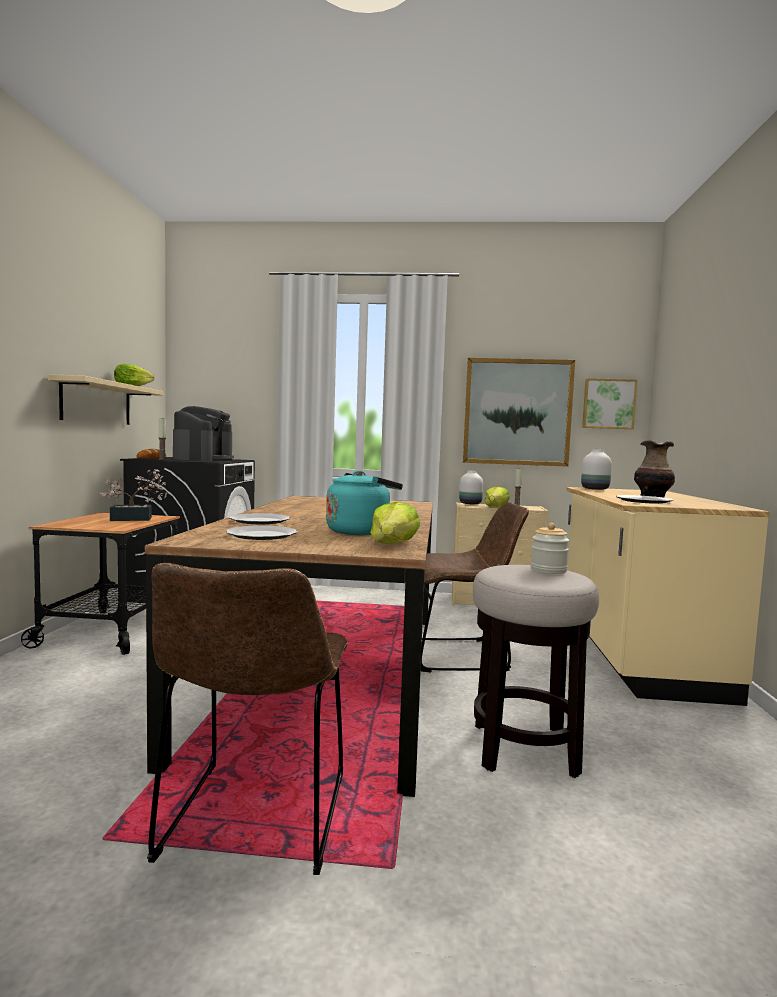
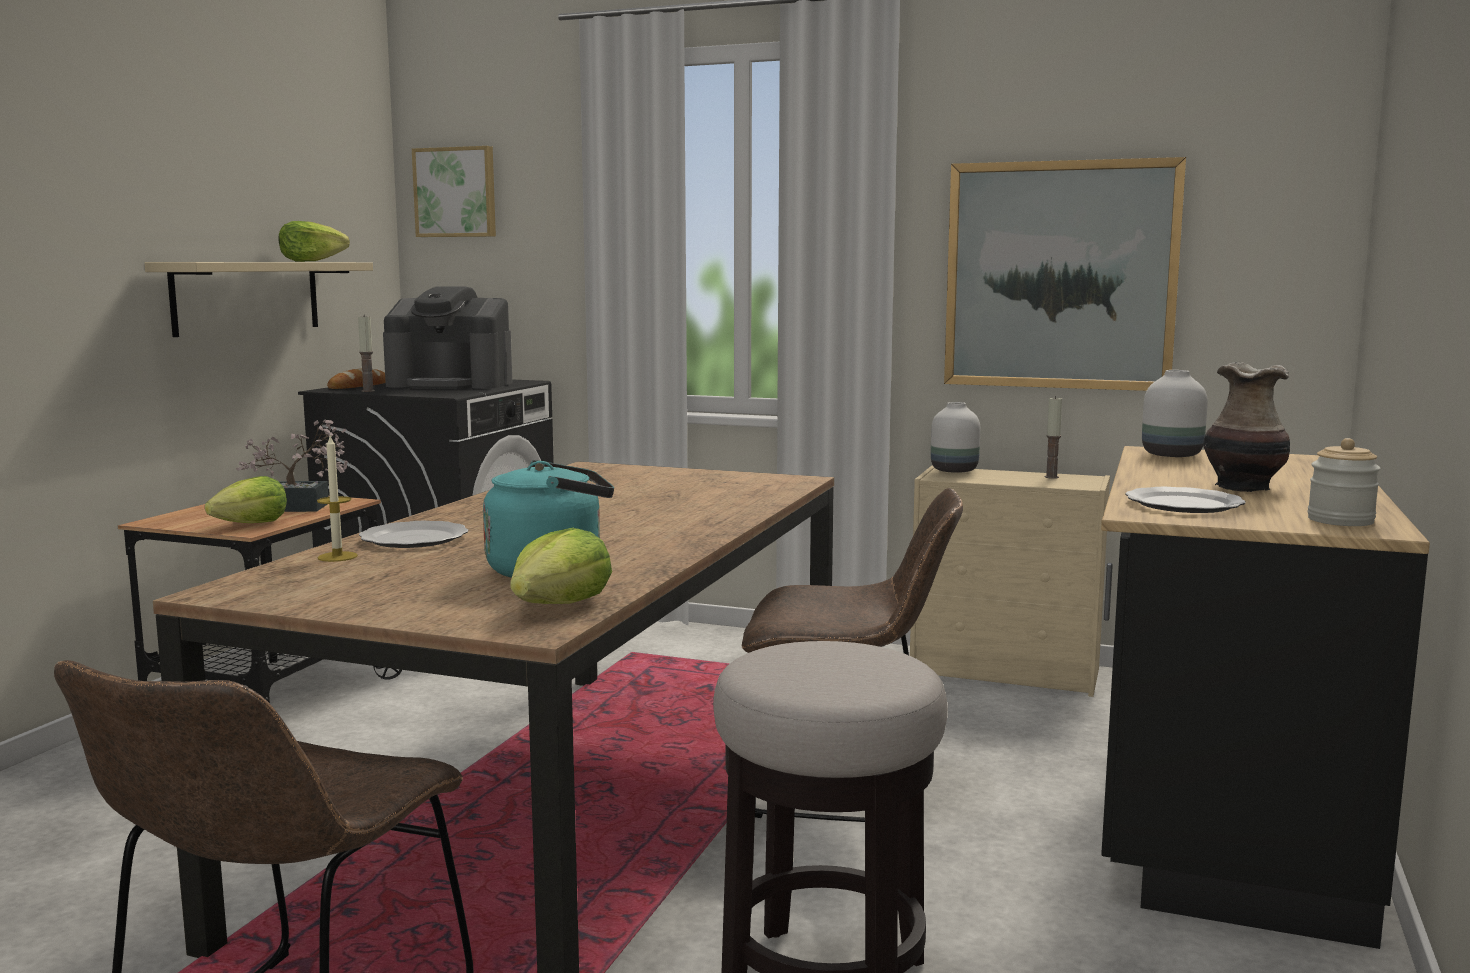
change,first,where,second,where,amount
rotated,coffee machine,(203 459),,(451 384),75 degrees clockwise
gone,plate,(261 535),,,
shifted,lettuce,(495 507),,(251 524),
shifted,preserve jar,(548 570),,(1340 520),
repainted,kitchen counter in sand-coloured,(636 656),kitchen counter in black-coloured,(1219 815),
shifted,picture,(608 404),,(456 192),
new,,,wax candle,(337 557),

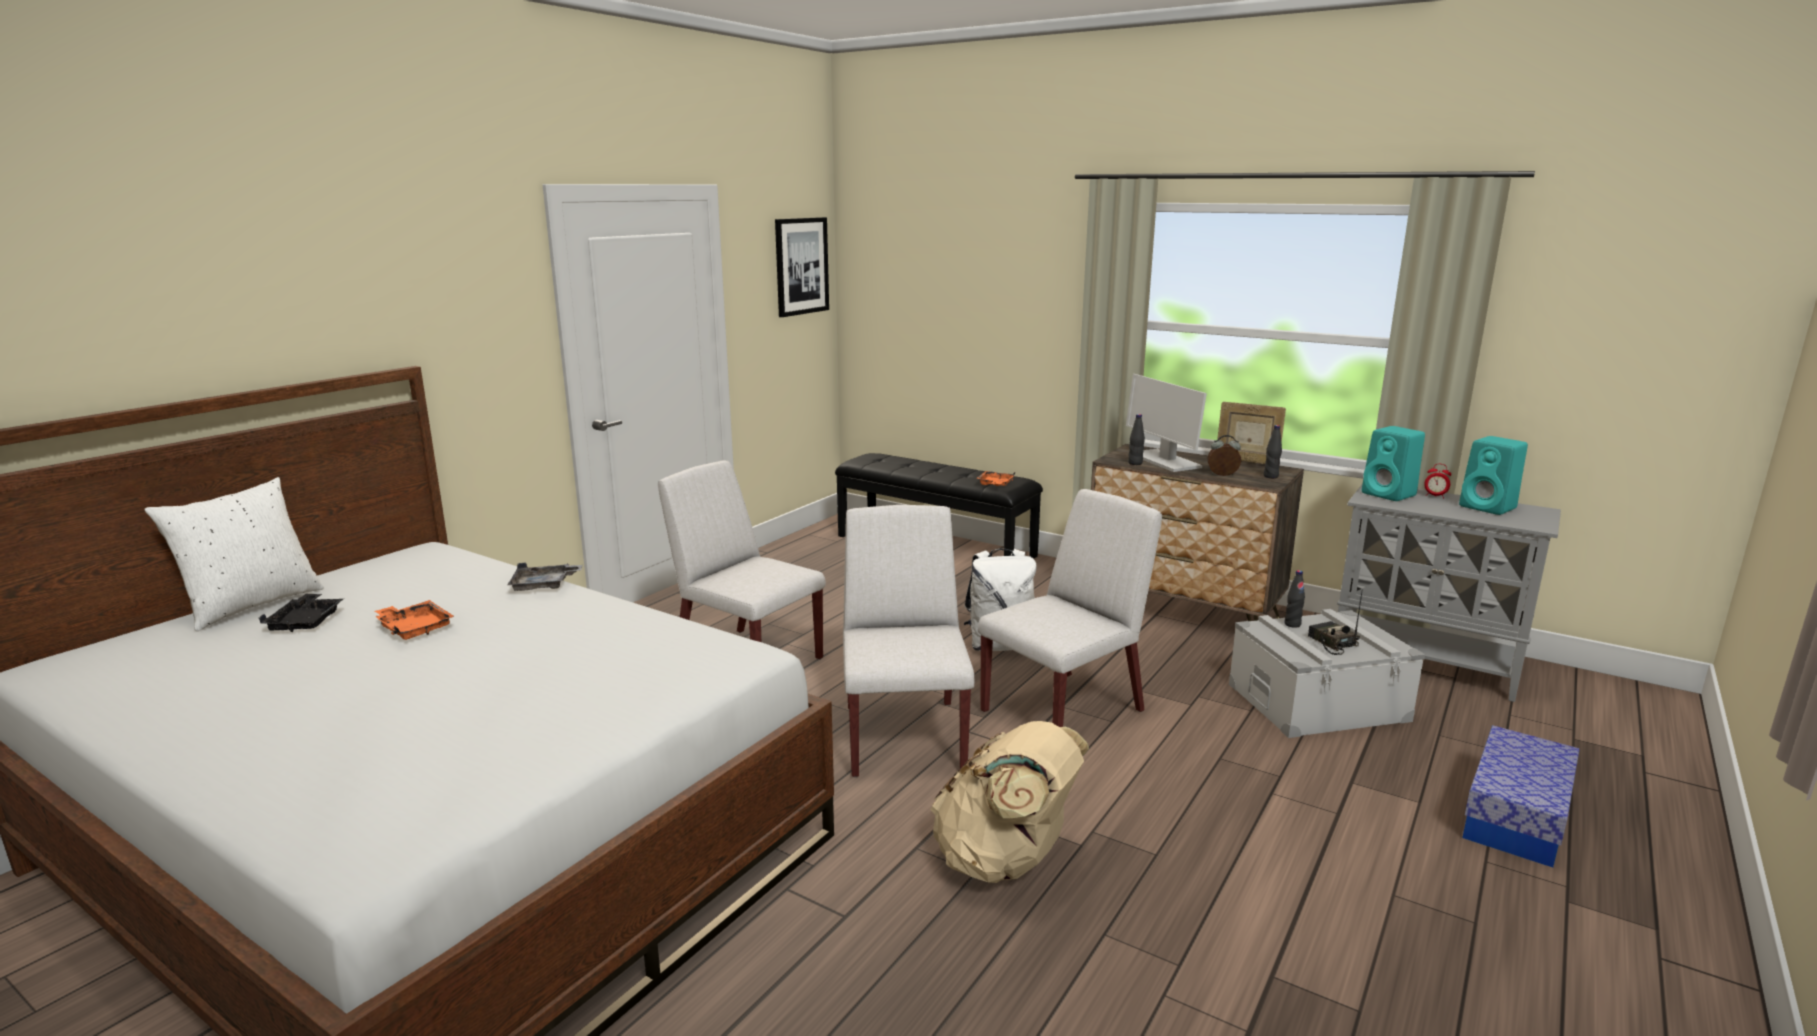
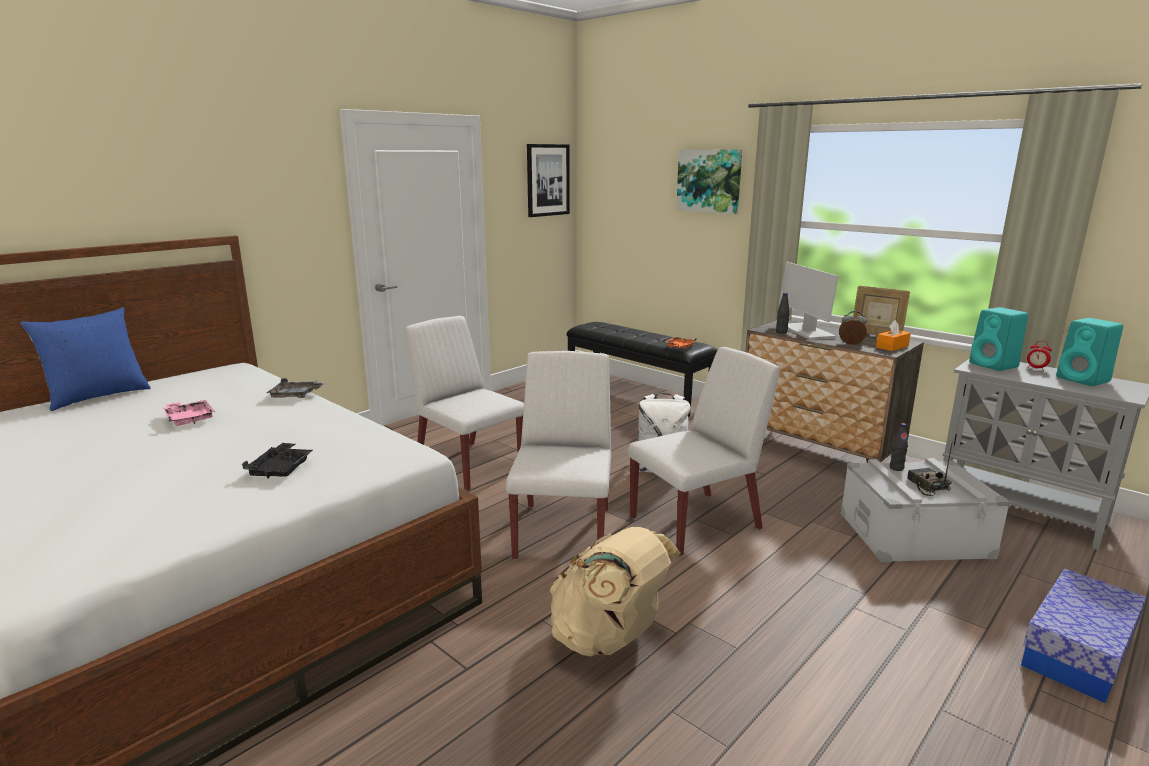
change,first,where,second,where,amount
repainted,cushion in whitish,(251 605),cushion in blue,(97 396),
shifted,carrying tray in black-coloured,(307 622),,(281 469),
repainted,carrying tray in orangey,(415 628),carrying tray in pink-coloured,(189 419),
swapped,bottle in black-coloured,(1271 476),tissue box in orangey,(892 346),
new,,,picture,(709 181),

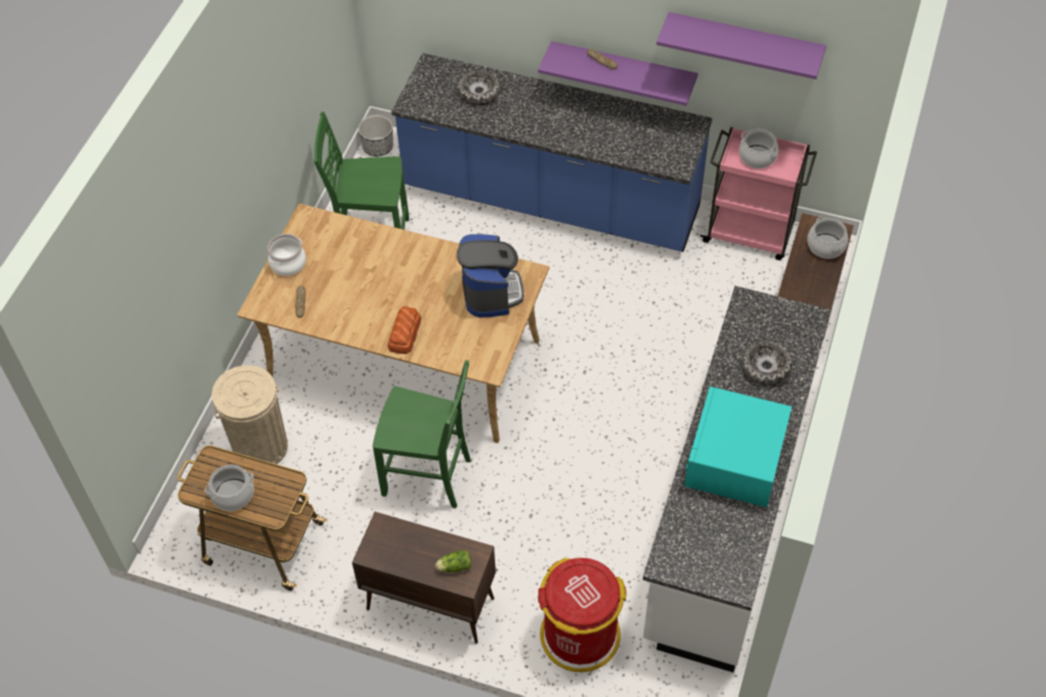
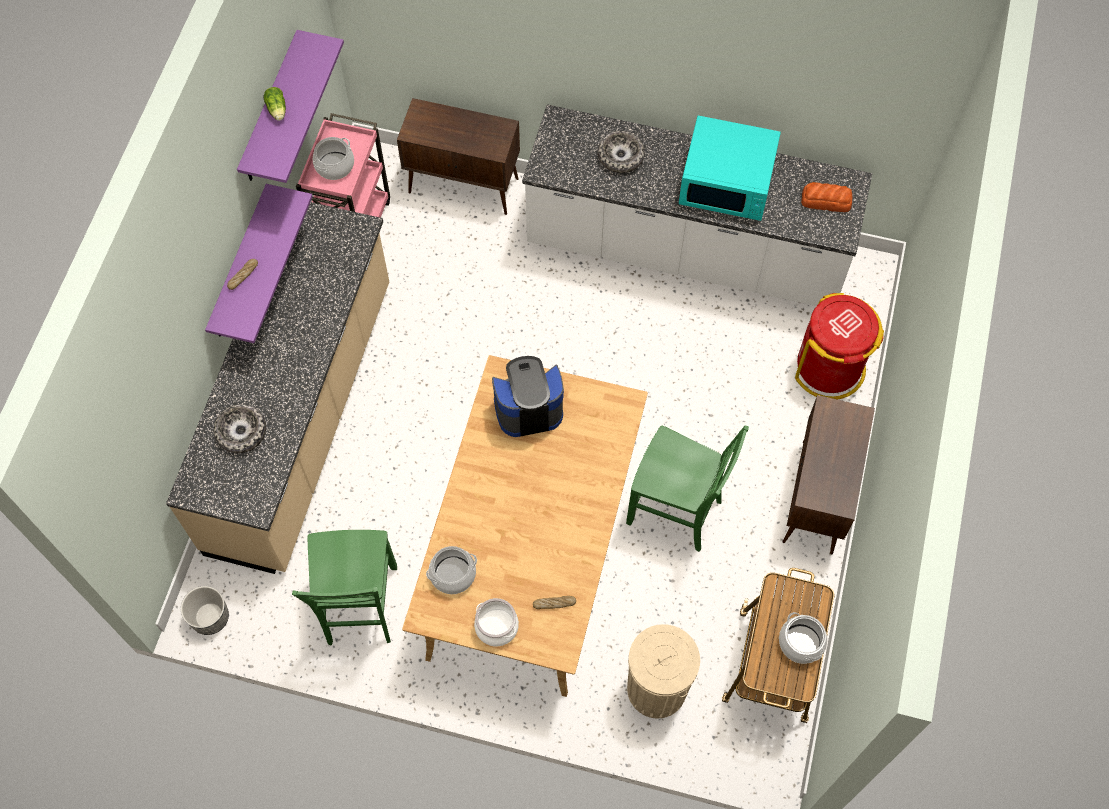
change,first,where,second,where,amount
rotated,chair in greenish,(429 476),,(676 512),105 degrees clockwise
shifted,baked bread,(404 334),,(826 201),
repainted,kitchen counter in blue,(551 200),kitchen counter in sand-coloured,(303 417),
shifted,lettuce,(453 567),,(277 110),
shifted,saucepot,(825 246),,(453 575),

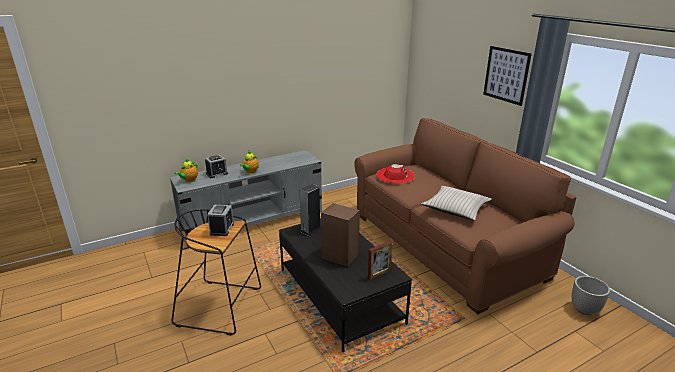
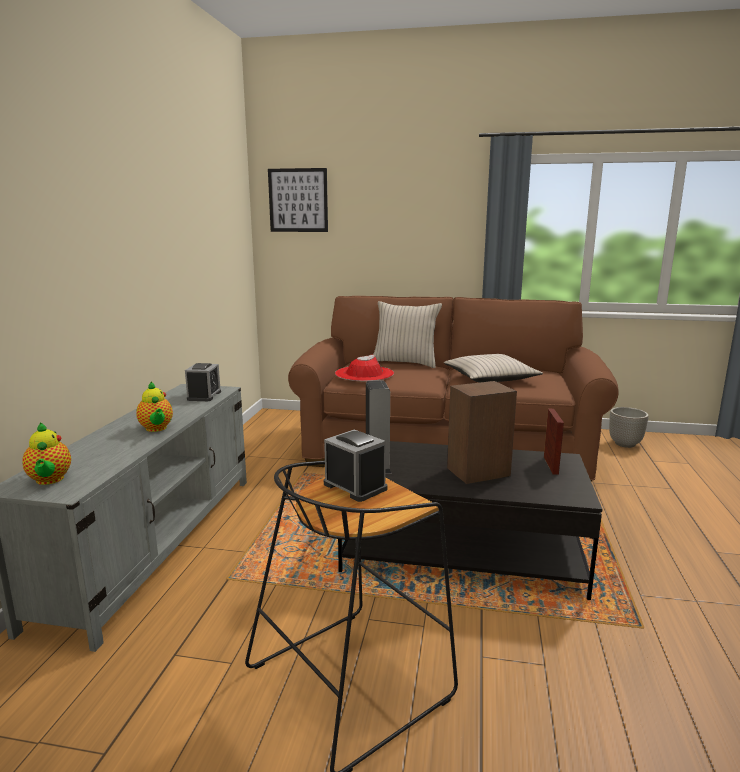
change,first,where,second,where,amount
shifted,bedside clock,(217 174),,(204 396),
shifted,picture,(506 75),,(298 200),
new,,,cushion in sand-coloured,(405 363),

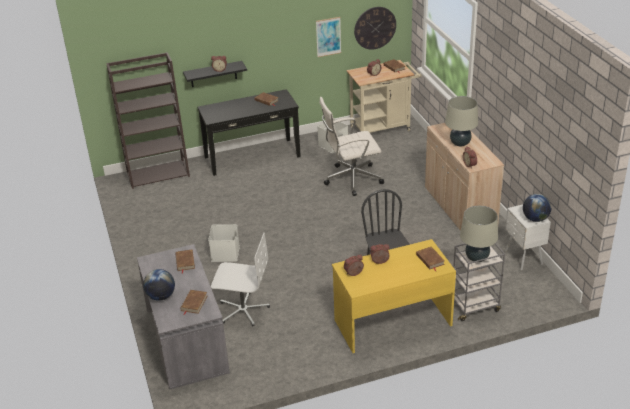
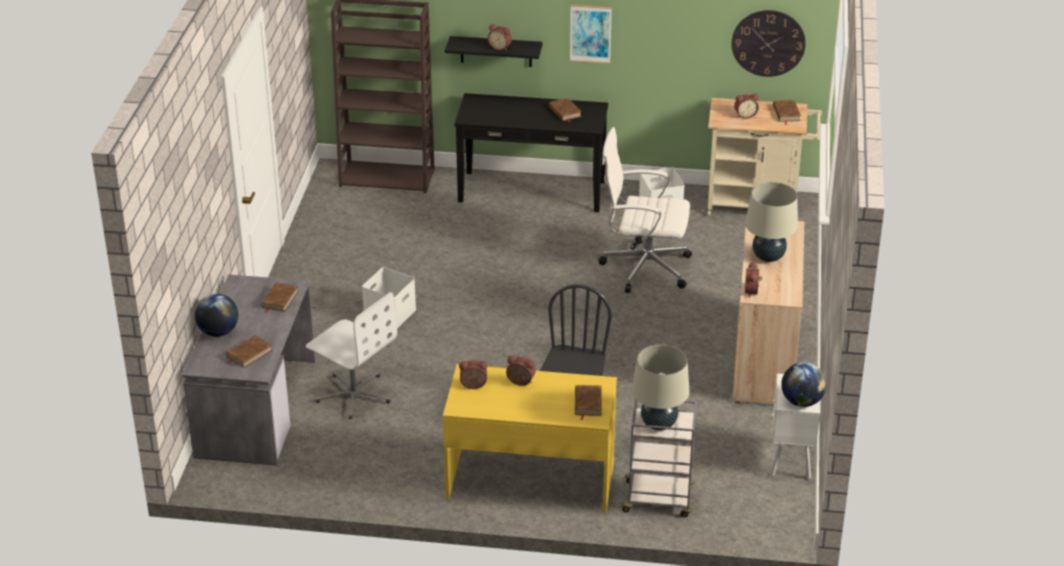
change,first,where,second,where,amount
shifted,picture,(328 37),,(590 34),

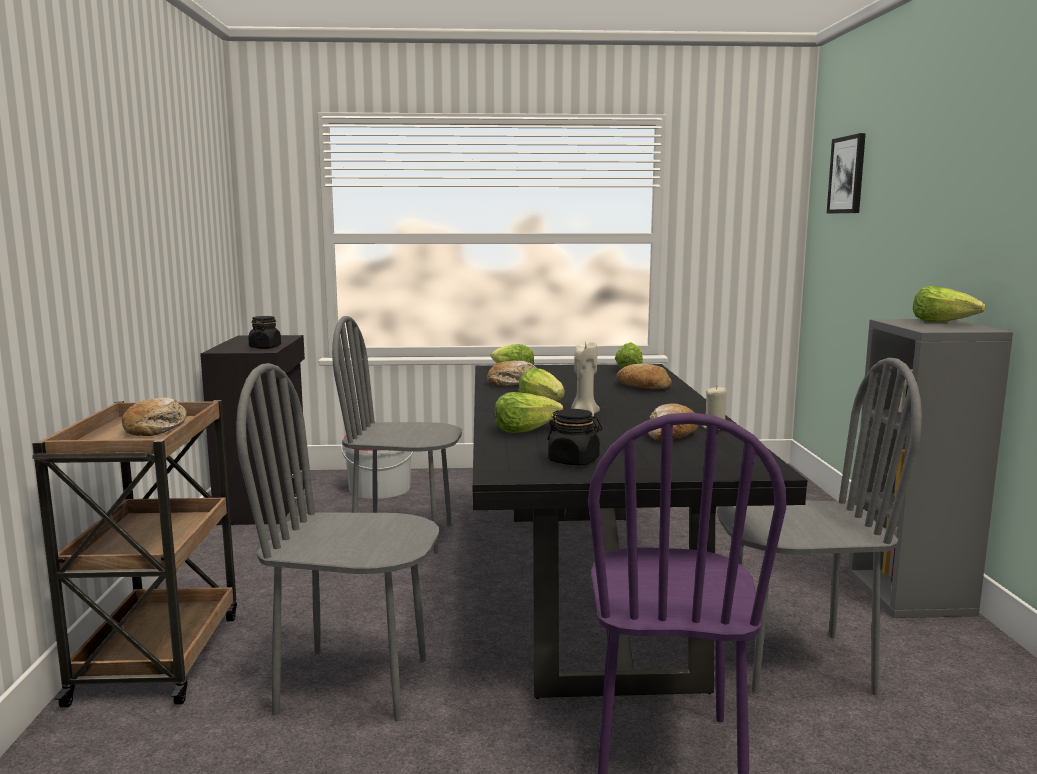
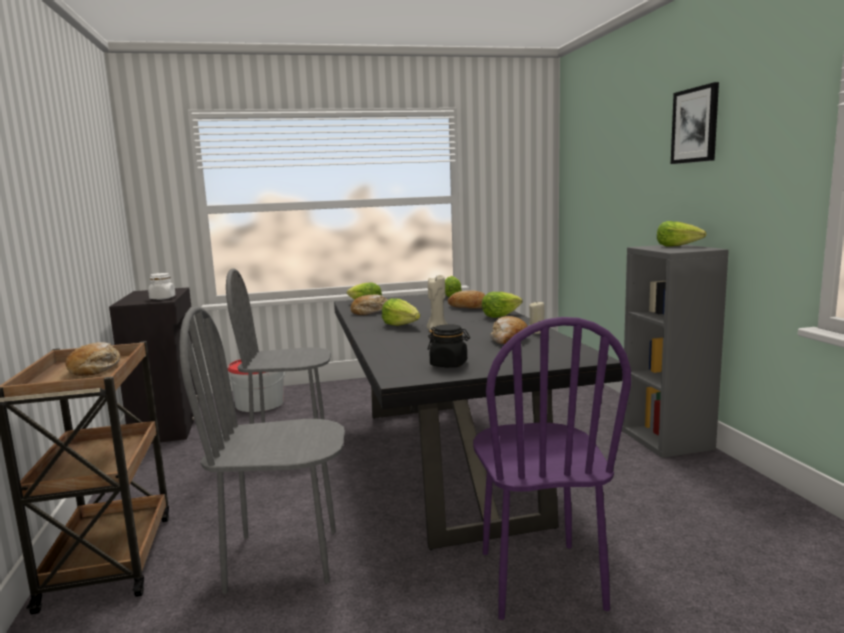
change,first,where,second,where,amount
repainted,preserve jar in black-coloured,(265 347),preserve jar in whitish,(162 298),
shifted,lettuce,(525 430),,(500 316),
gone,chair in gray,(796 663),,,
shifted,picture,(847 175),,(695 125),

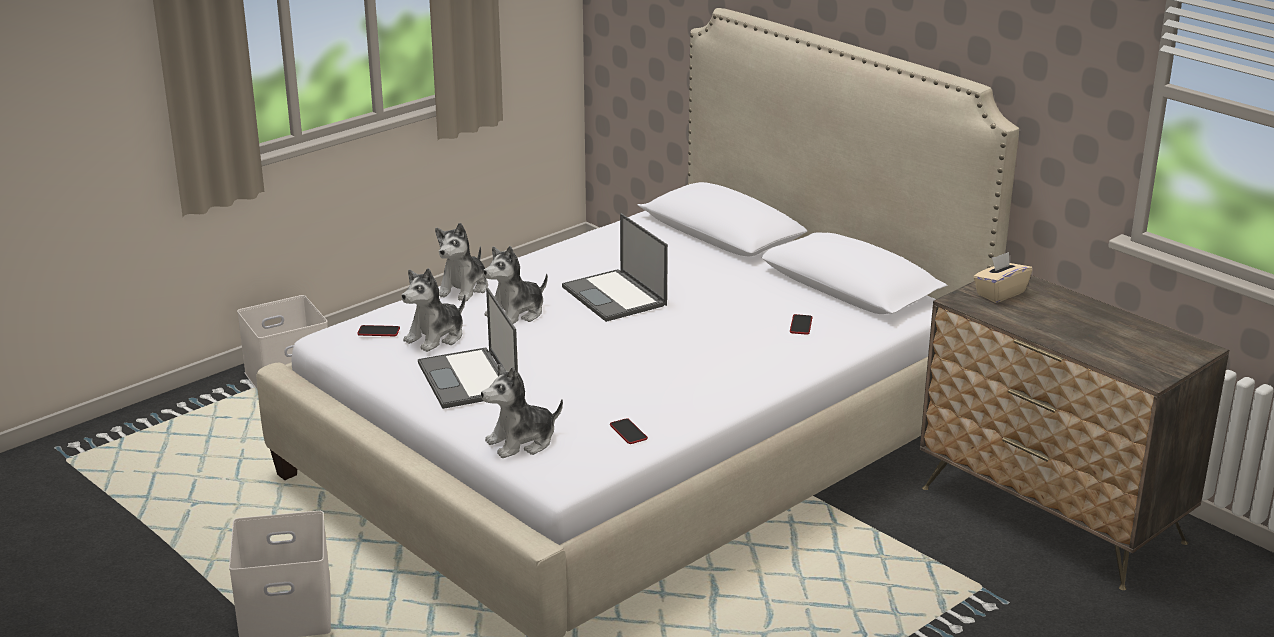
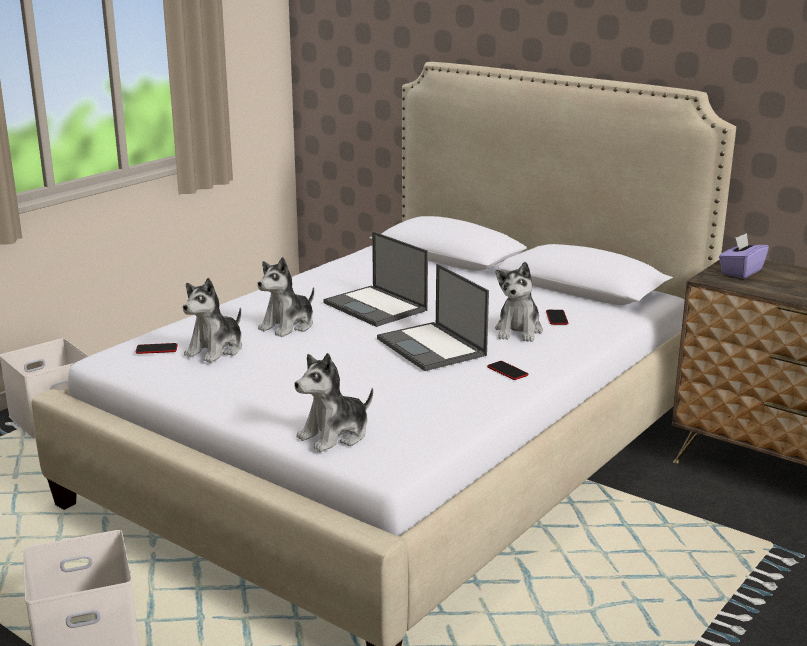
change,first,where,second,where,amount
shifted,portable computer,(468 379),,(432 347),
shifted,cuddly toy,(464 288),,(519 331),
shifted,phone,(628 432),,(507 371),
repainted,tissue box in sand-coloured,(1000 293),tissue box in purplish,(741 272),

